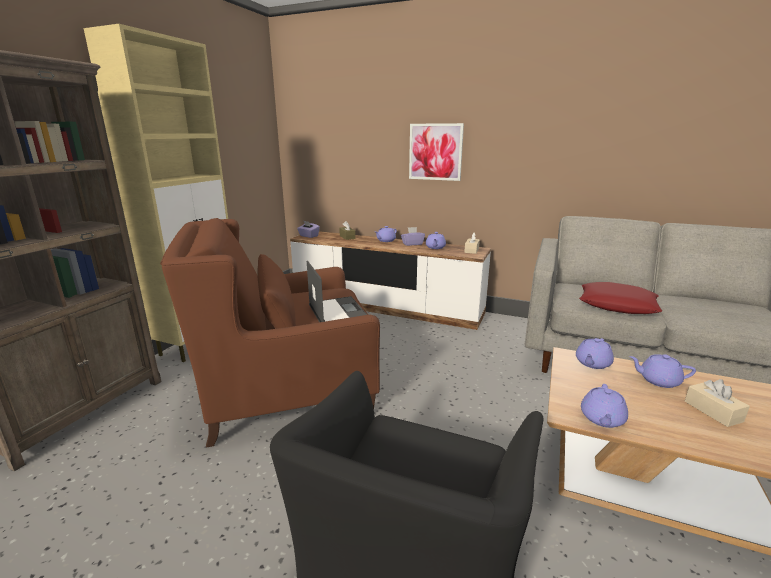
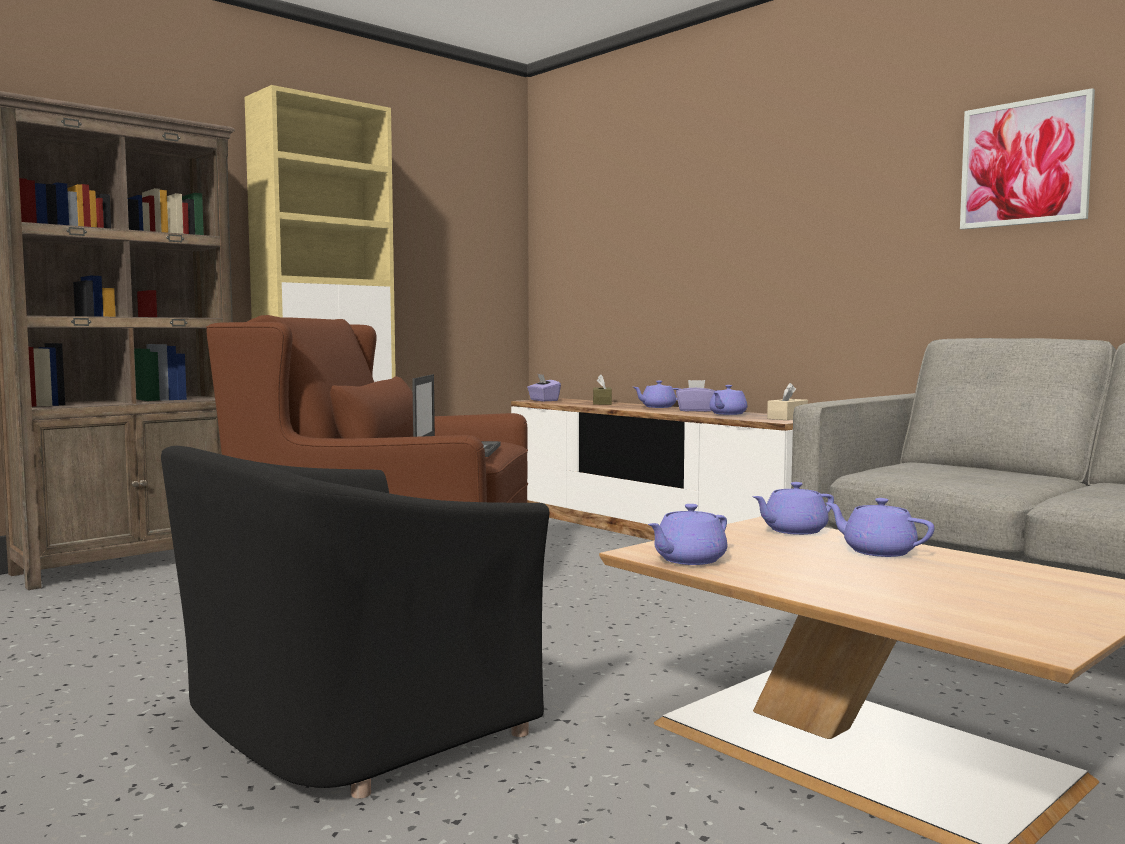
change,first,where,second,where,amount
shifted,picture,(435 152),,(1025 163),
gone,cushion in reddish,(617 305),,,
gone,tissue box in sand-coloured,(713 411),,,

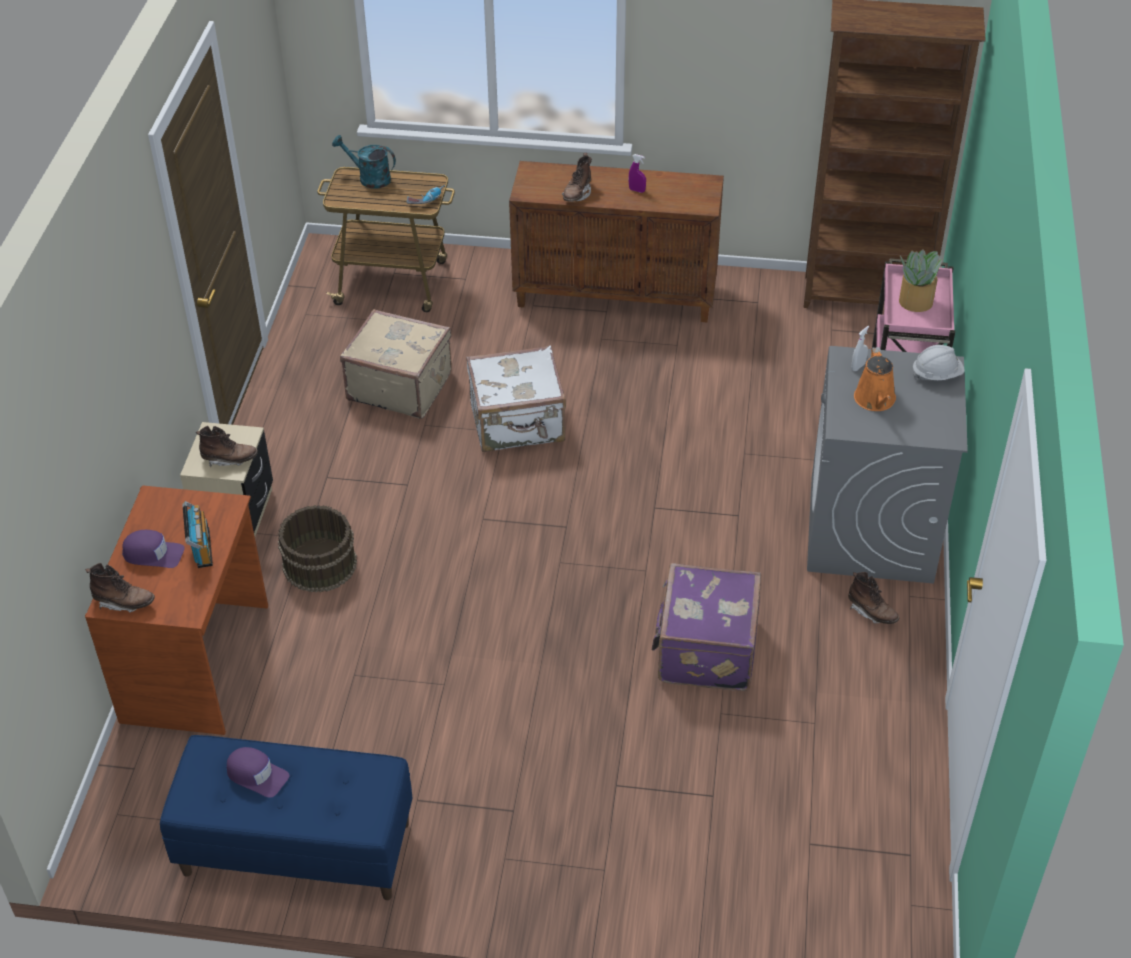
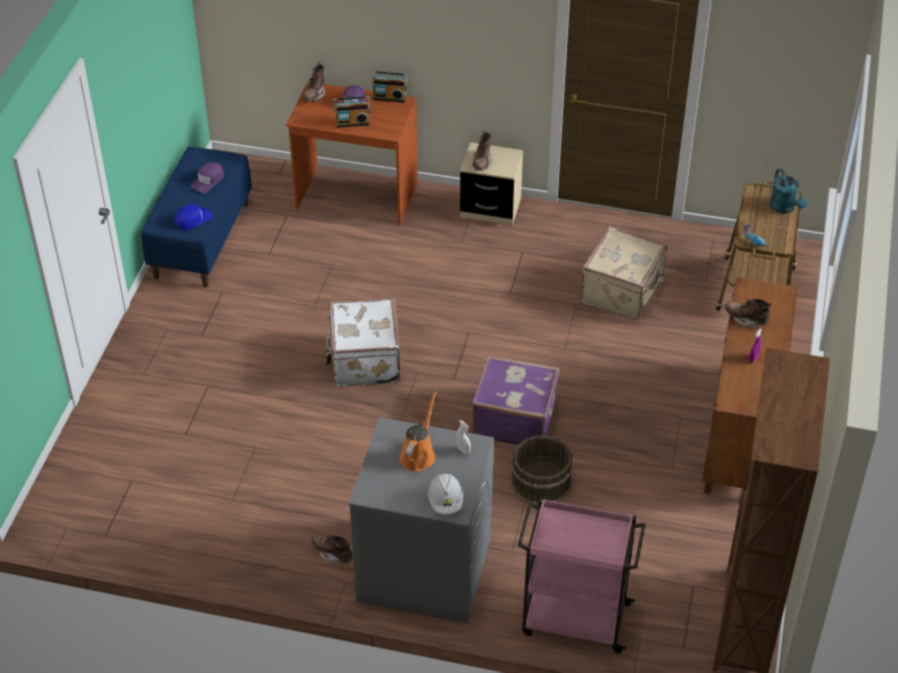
change,first,where,second,where,amount
shifted,pail in brownish,(318 564),,(540 481),
rotated,sprinkling can in blue-green,(369 178),,(785 208),135 degrees clockwise
shifted,piece of luggage in whitish,(518 424),,(363 361),
shifted,piece of luggage in purplish,(705 650),,(514 419),
rotated,boot in brownish,(871 612),,(332 553),75 degrees clockwise
rotated,sprinkling can in orangey,(875 400),,(418 454),105 degrees clockwise
gone,houseplant,(915 302),,,
new,,,peaked cap in blue,(193 220),
new,,,radio receiver,(390 97),

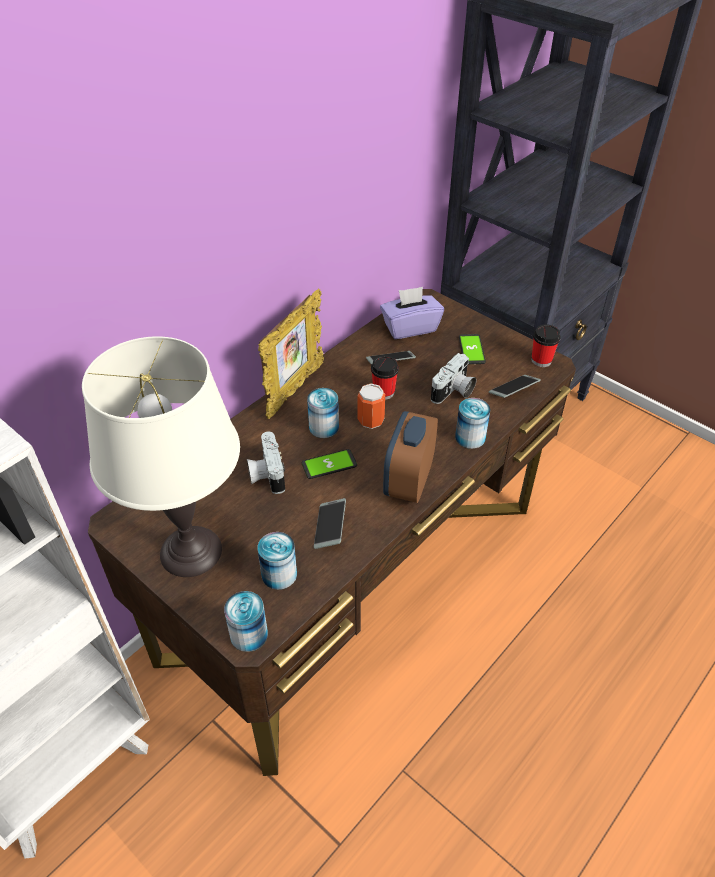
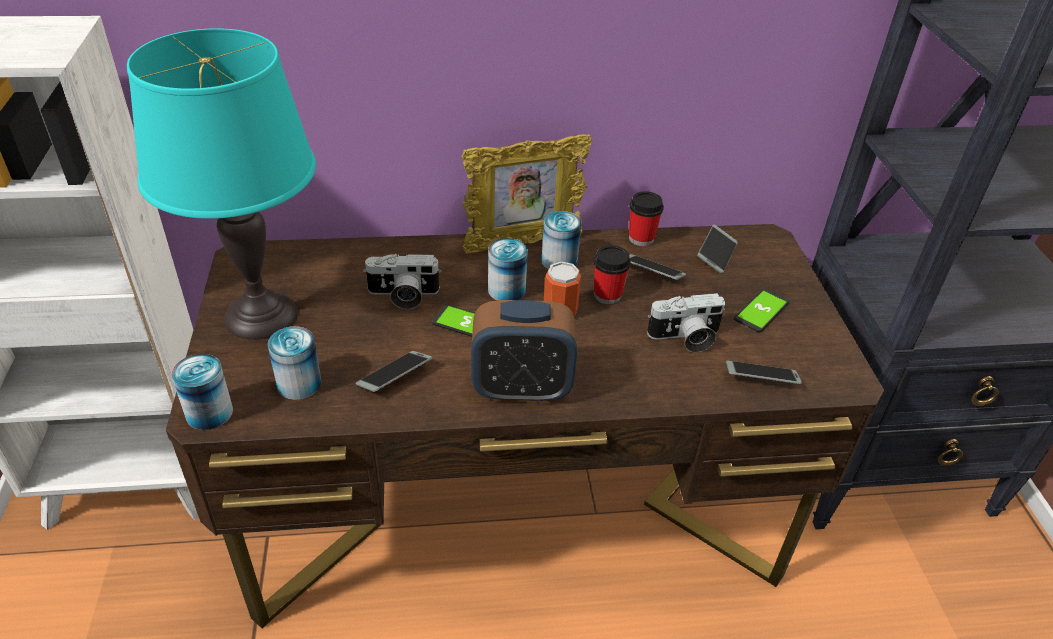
change,first,where,second,where,amount
repainted,table lamp in whitish,(191 552),table lamp in blue-green,(260 316),
rotated,still camera,(266 474),,(403 296),120 degrees counterclockwise
swapped,tissue box in purplish,(410 327),phone,(716 254),
rotated,bedside clock,(408 482),,(521 389),150 degrees counterclockwise
shifted,metal can,(470 437),,(559 261),
shifted,cup,(541 360),,(641 238),

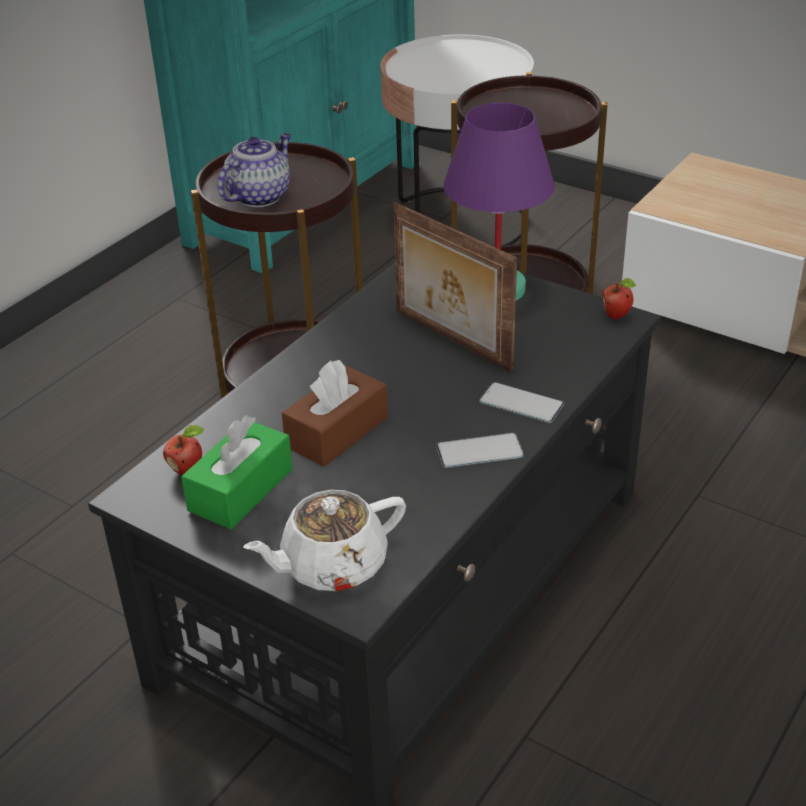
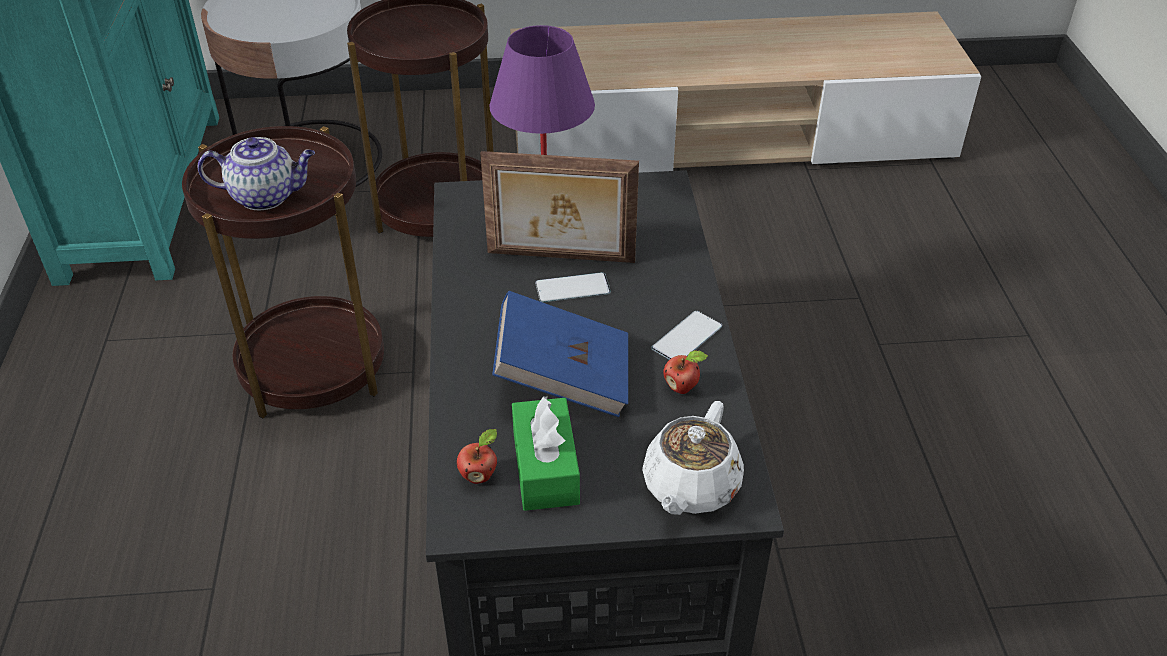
change,first,where,second,where,amount
rotated,pot for tea,(259 196),,(266 196),90 degrees clockwise
swapped,tissue box in brownish,(337 432),book in blue,(563 378),
shifted,phone,(521 403),,(572 288),
shifted,apple fruit,(617 316),,(682 388),

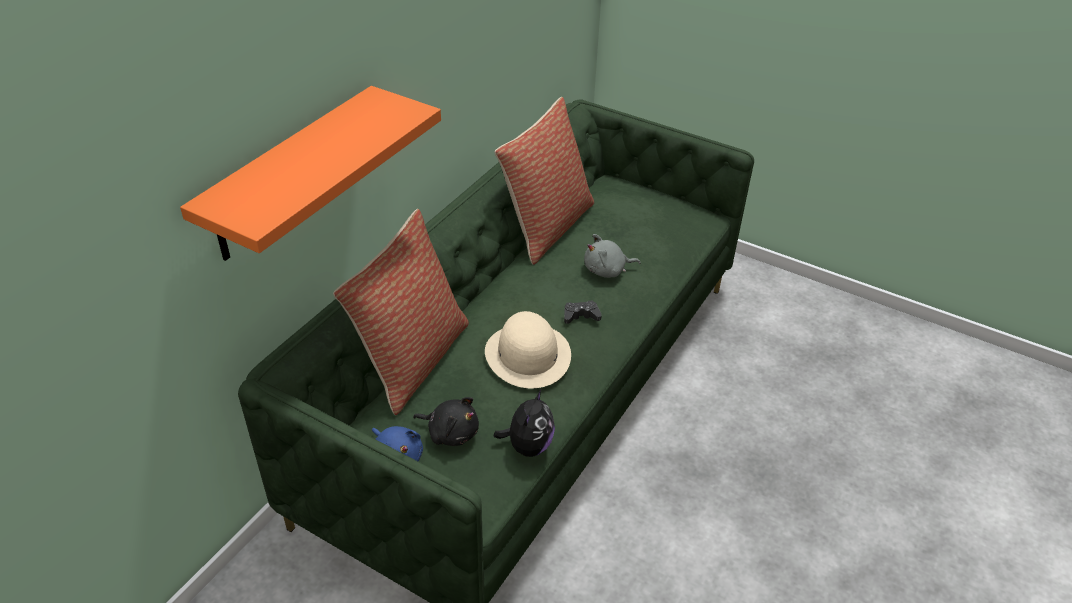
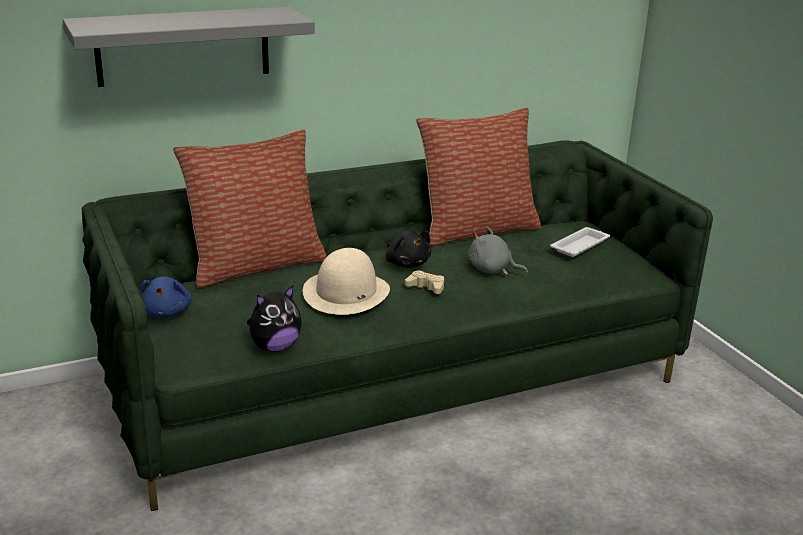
change,first,where,second,where,amount
repainted,shelf in orangey,(290 174),shelf in gray,(183 46),
shifted,cuddly toy in black-coloured,(450 432),,(407 263),
repainted,gamepad in black-coloured,(581 316),gamepad in sand-coloured,(426 287),
new,,,carrying tray in whitish,(580 246),

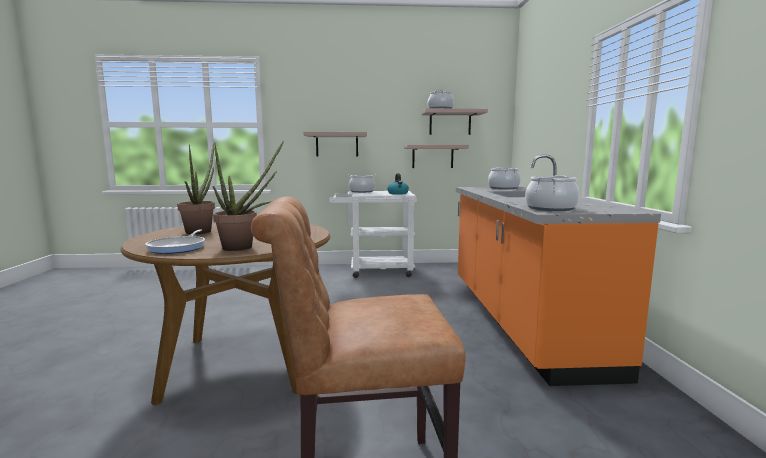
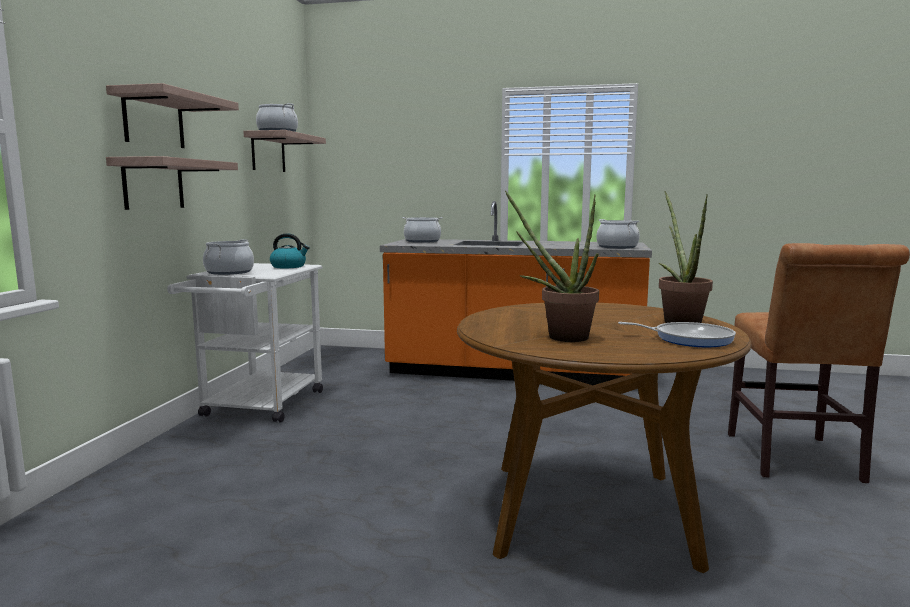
change,first,where,second,where,amount
shifted,shelf,(432 156),,(154 120),

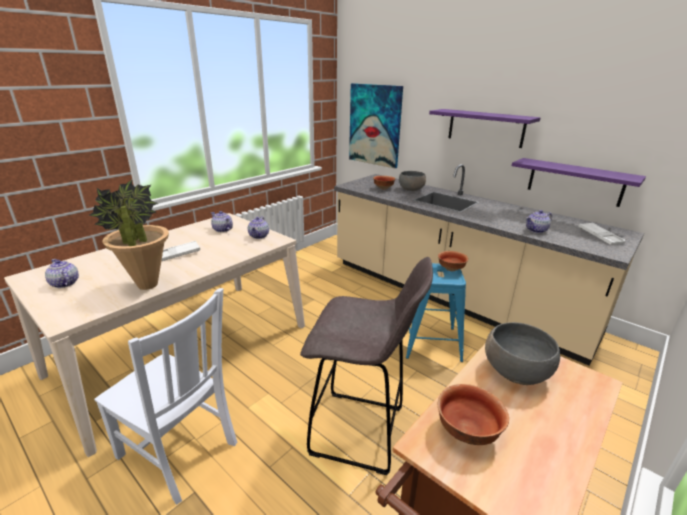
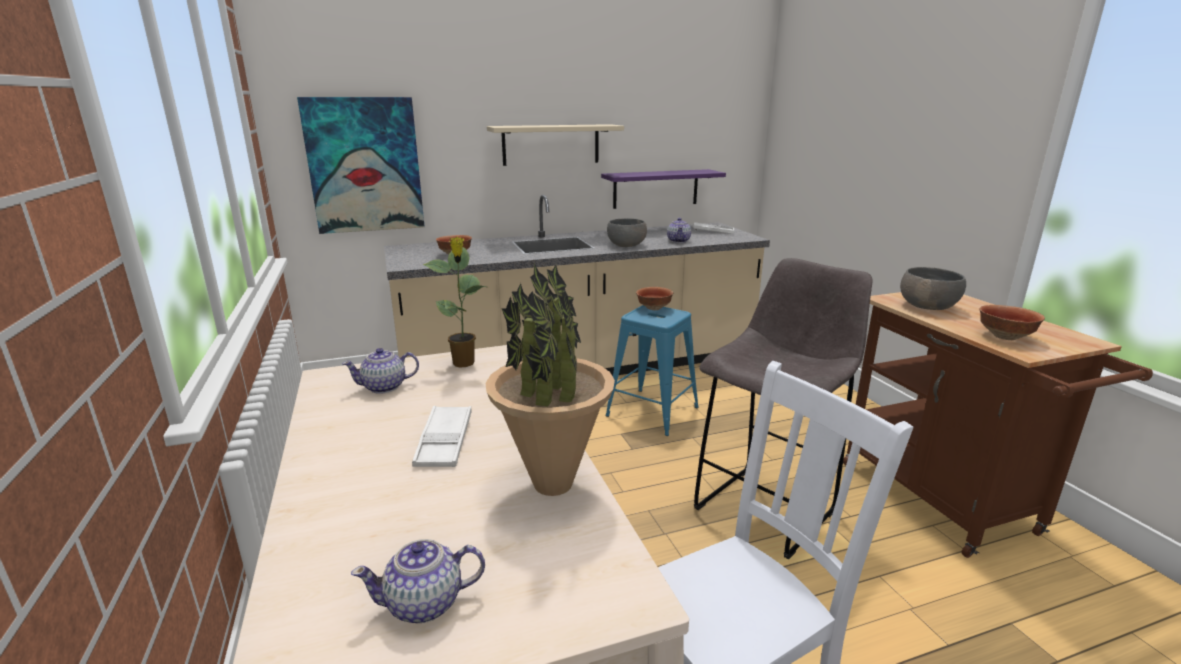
change,first,where,second,where,amount
swapped,pot for tea,(259 236),houseplant,(464 363),
shifted,bowl in gray,(411 189),,(626 245),
repainted,shelf in purplish,(485 128),shelf in sand-coloured,(551 144),

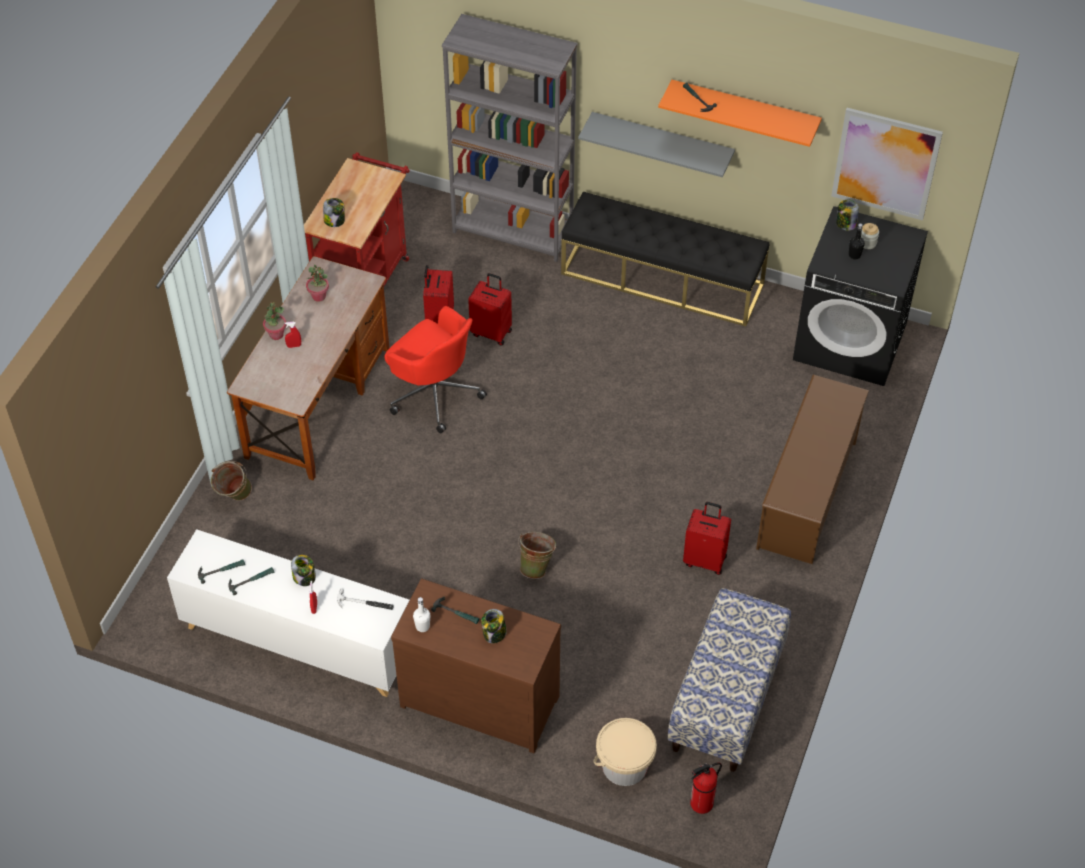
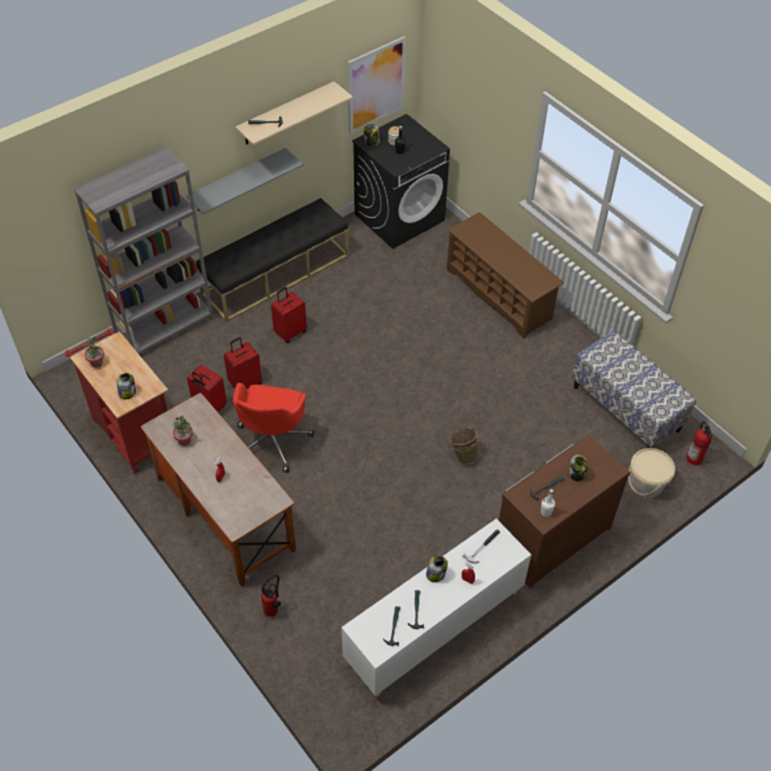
change,first,where,second,where,amount
swapped,pail in greenish,(234 497),fire-fighting cylinder,(273 610),
shifted,houseplant,(276 334),,(96 363),
rotated,computer chair in reddish,(434 393),,(272 440),120 degrees clockwise
repainted,shelf in orangey,(744 111),shelf in sand-coloured,(286 114),
shifted,piece of luggage in reddish,(705 560),,(290 332),

